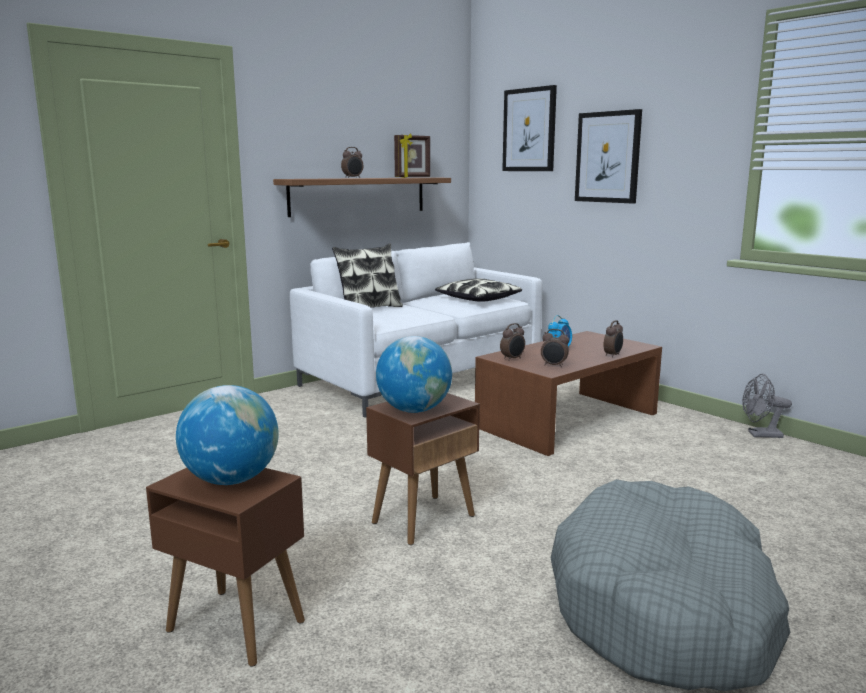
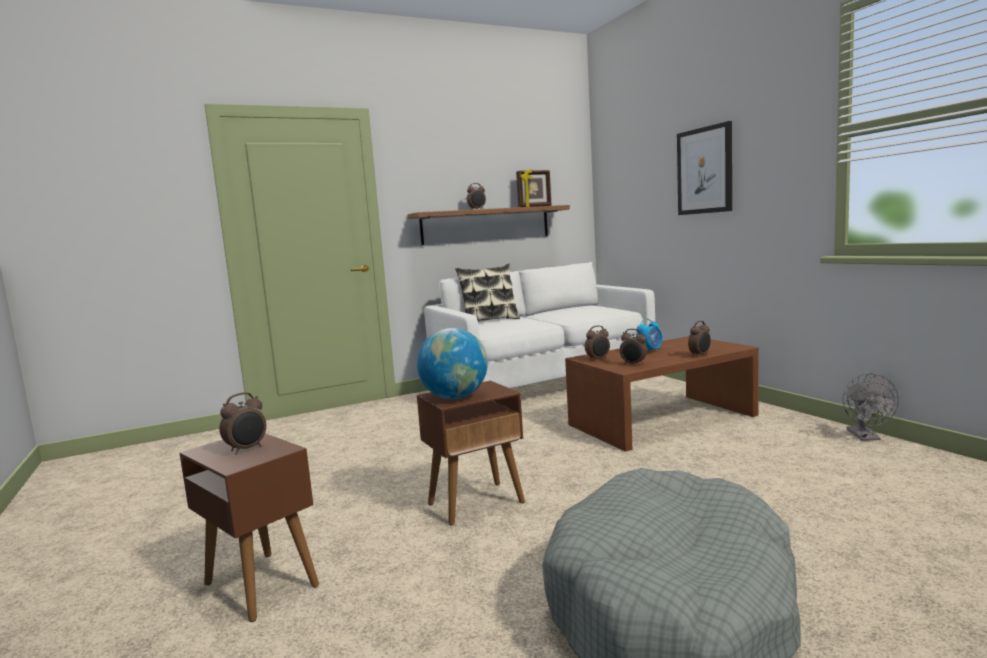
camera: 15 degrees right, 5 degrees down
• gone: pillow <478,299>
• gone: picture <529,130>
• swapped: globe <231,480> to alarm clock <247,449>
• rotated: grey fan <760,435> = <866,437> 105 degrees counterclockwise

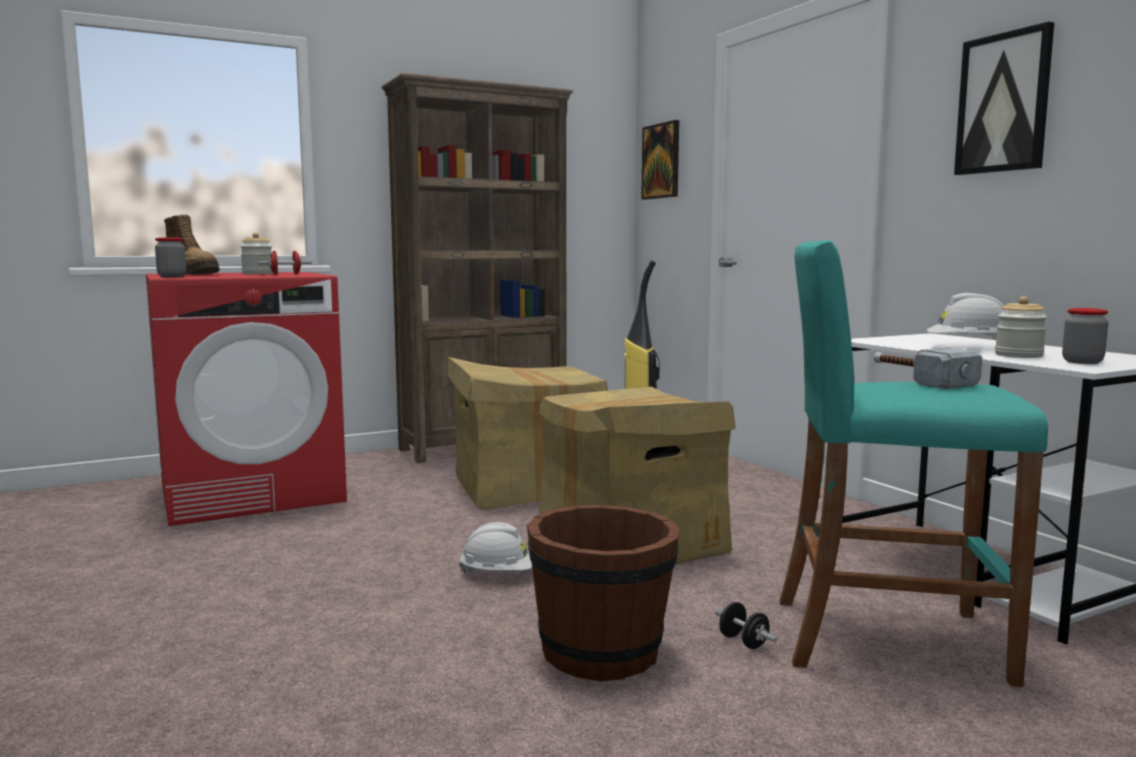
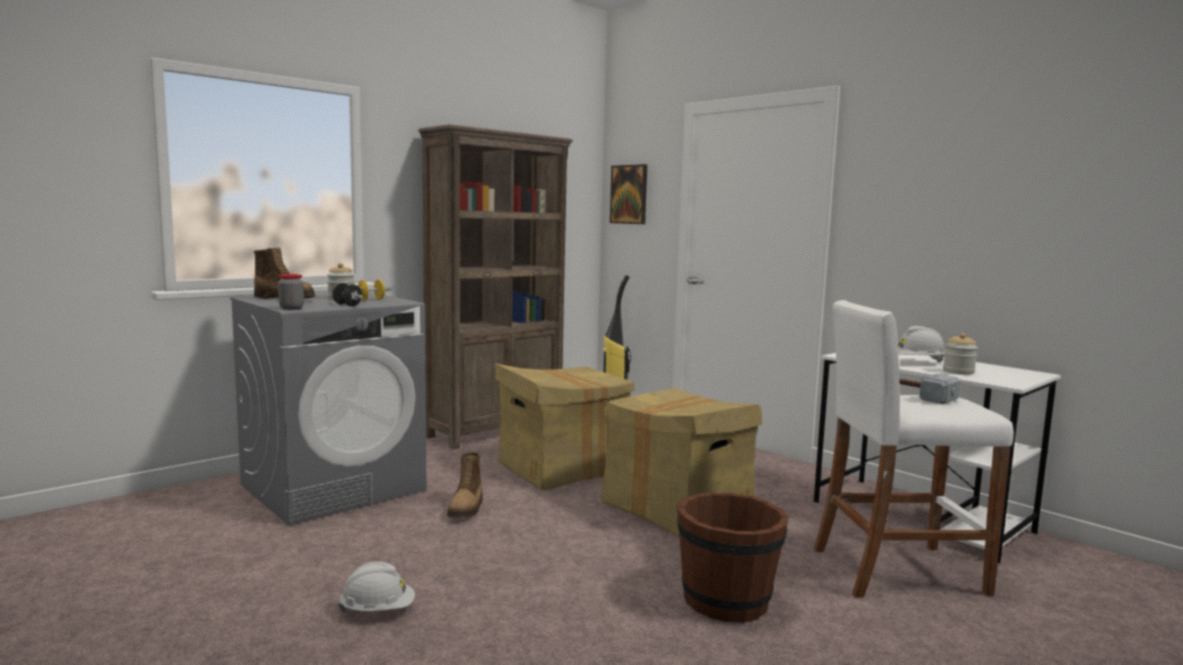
camera: 15 degrees left, 0 degrees up
• gone: picture <1003,103>
• gone: jar <1082,362>
• new: boot <467,509>
• shifted: white hard hat <498,574> to <378,611>
• shifted: black dumbbell <743,642> to <347,305>
• repainted: red washing machine <252,493> to grey washing machine <334,487>
• repainted: red dumbbell <285,274> to yellow dumbbell <371,299>
• repainted: turquoise stool <886,639> to white stool <896,570>

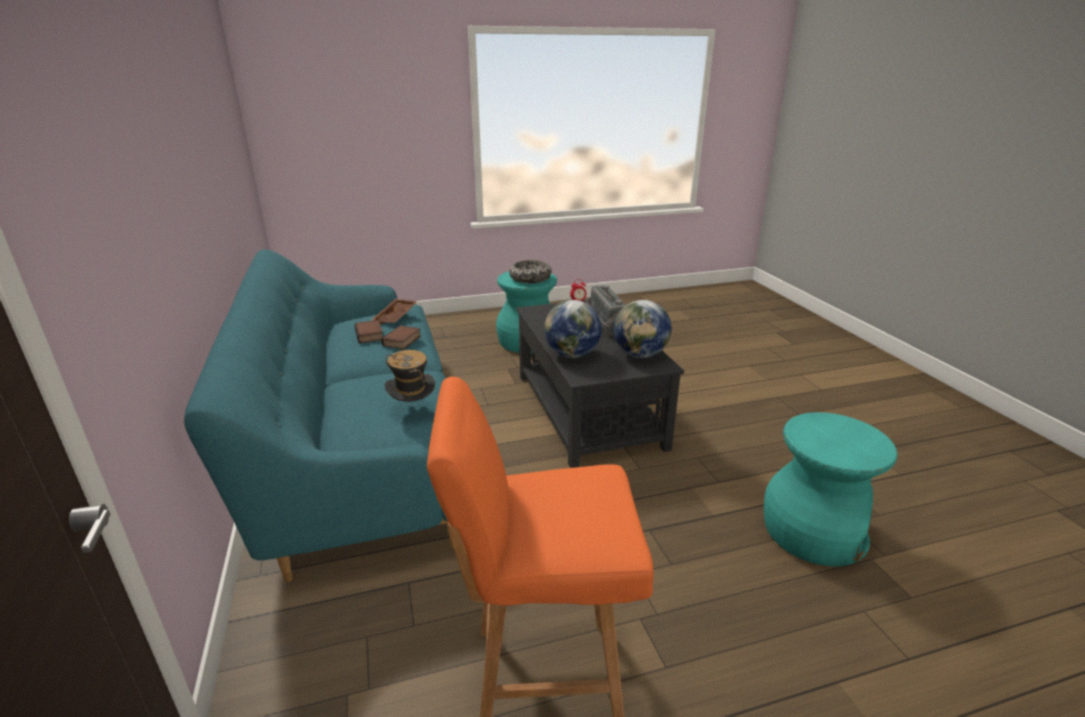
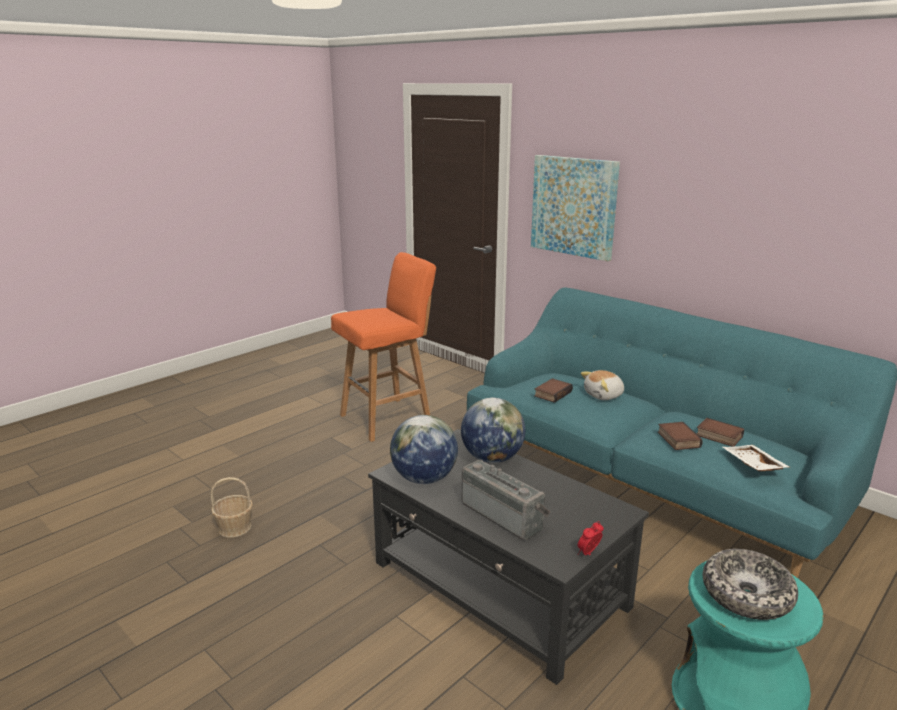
camera: 150 degrees right, 5 degrees down
• new: picture <574,206>
• new: plush toy <604,395>
• swapped: hat <413,410> to book <552,393>
• swapped: turquoise stool <812,531> to basket <235,527>
• repainted: brown tray <396,317> to white tray <752,465>

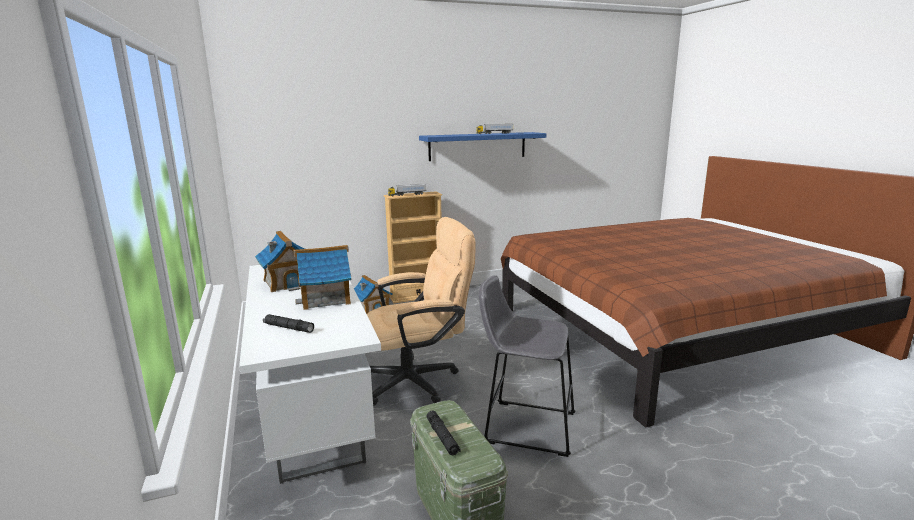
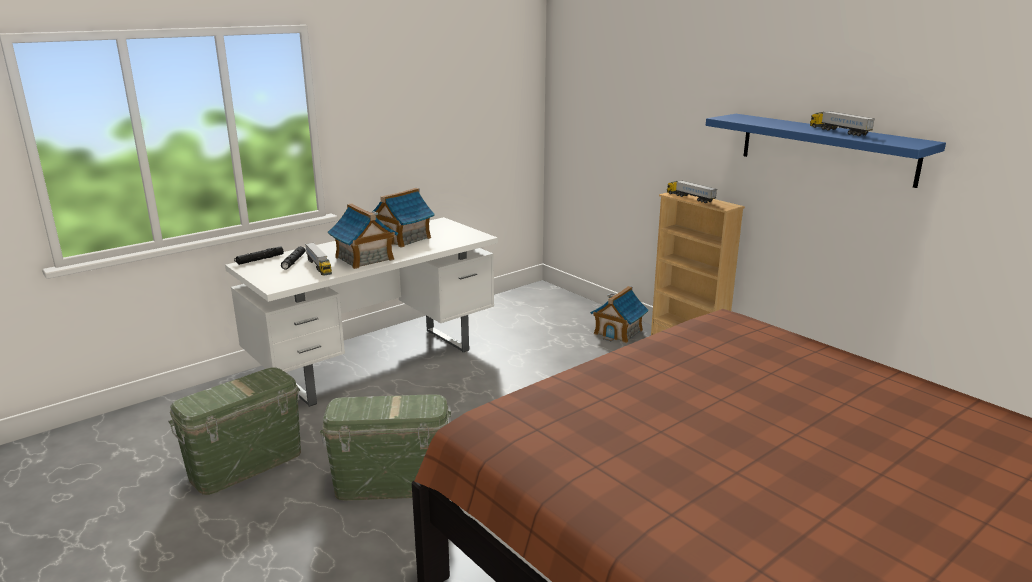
camera: 70 degrees right, 5 degrees up
• gone: beige office chair <419,380>
• new: toy truck <319,266>
• shifted: black flashlight <442,437> to <259,259>
• swapped: grey stool <525,426> to green storage box <392,483>

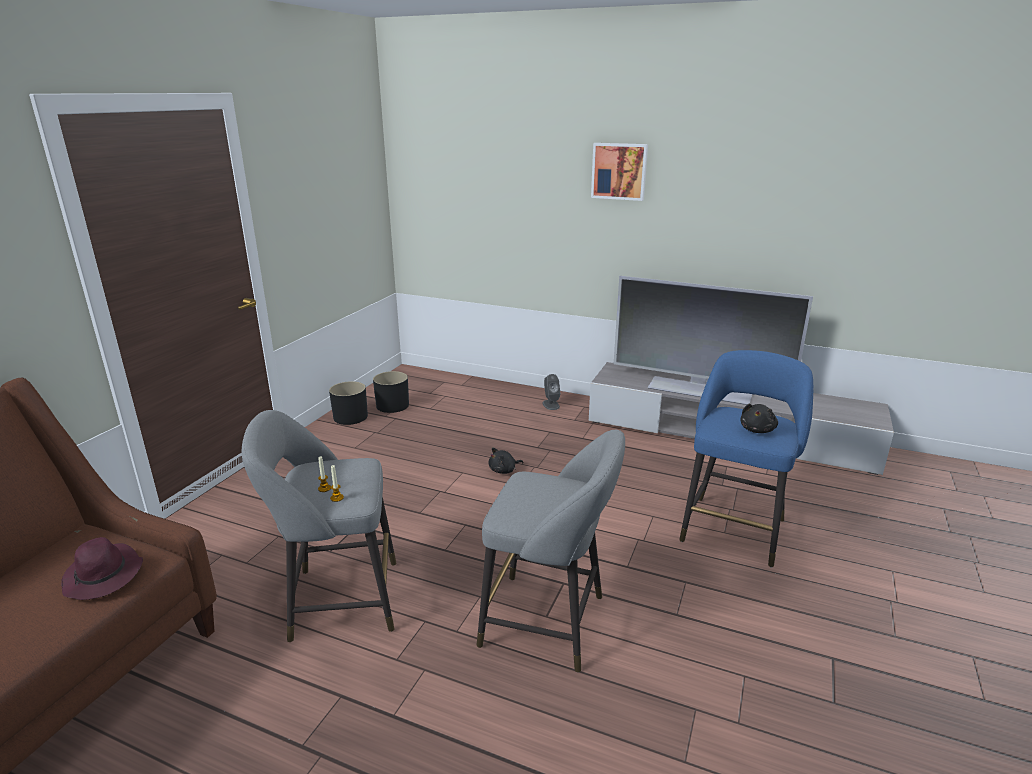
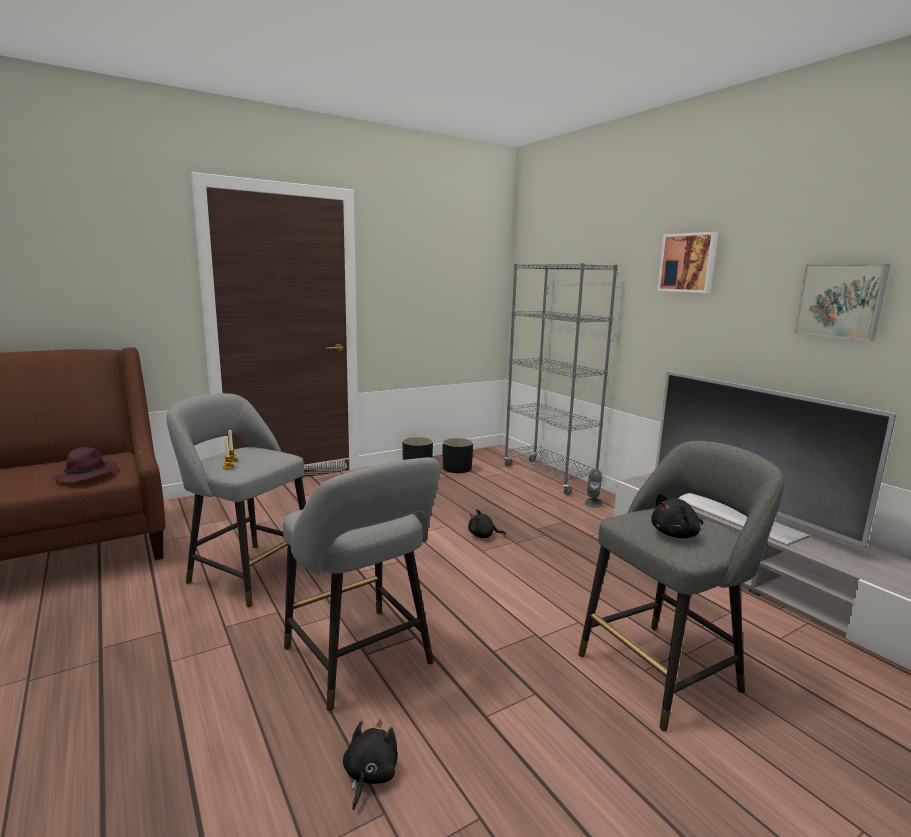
camera: 35 degrees right, 10 degrees down
• new: black plush toy <369,775>
• new: grey bookcase <548,477>
• new: picture <841,301>
• repainted: blue stool <734,526> to grey stool <664,670>

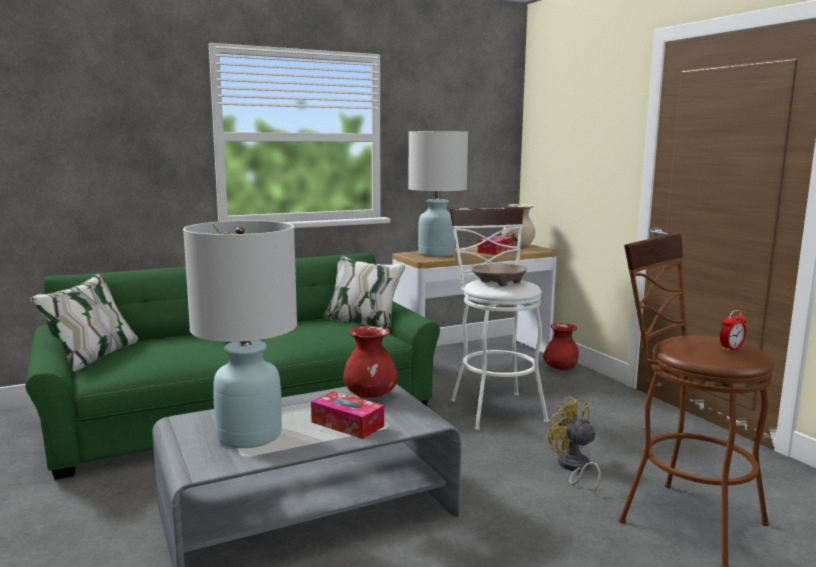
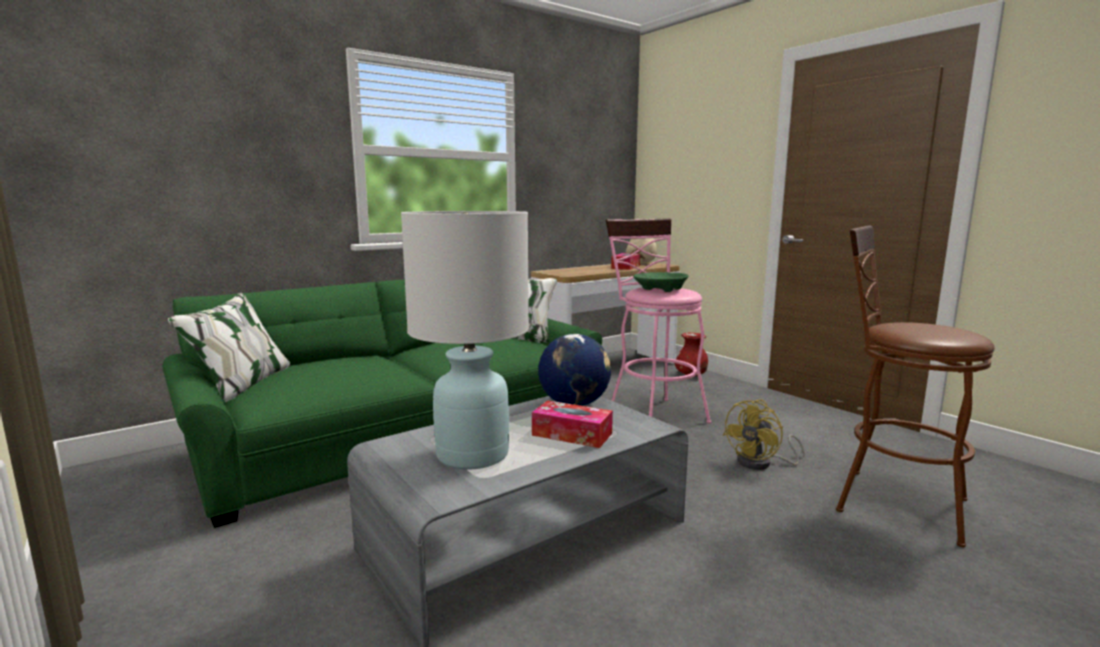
camera: 10 degrees left, 0 degrees up
• gone: white table lamp <436,254>
• gone: alarm clock <731,349>
• swapped: red vase <371,395> to globe <574,404>
• repainted: white stool <494,407> to pink stool <652,413>
• repainted: beige bowl <498,282> to green bowl <660,289>
• rotated: yellow fan <573,468> = <761,463> 90 degrees counterclockwise

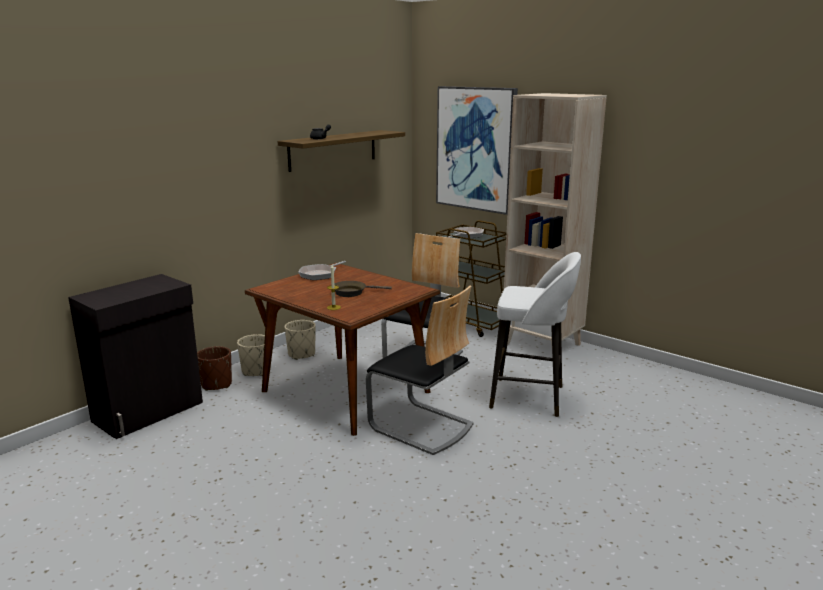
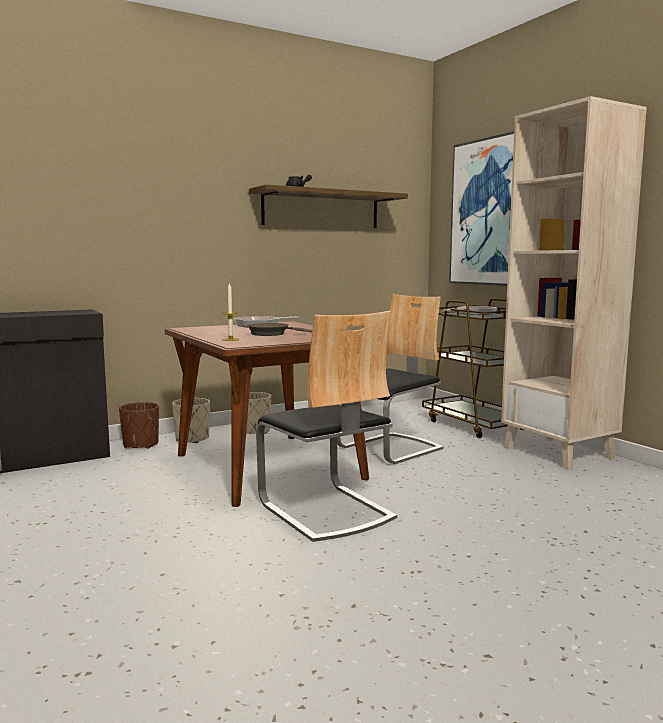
camera: 20 degrees right, 10 degrees down
• gone: white stool <529,397>

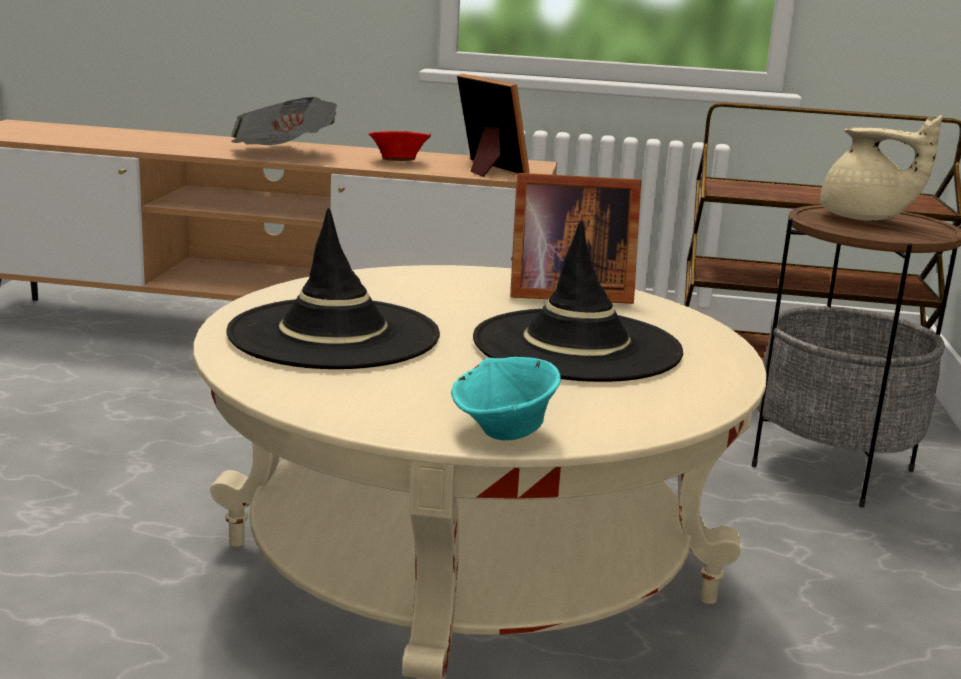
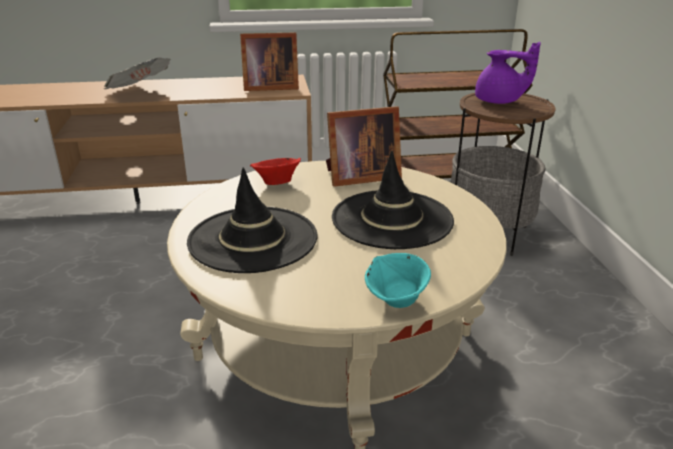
camera: 15 degrees left, 10 degrees up
• shifted: red bowl <397,162> to <276,183>
• repainted: beige teapot <863,218> to purple teapot <499,101>
• rotated: picture frame <486,169> = <268,87> 135 degrees clockwise

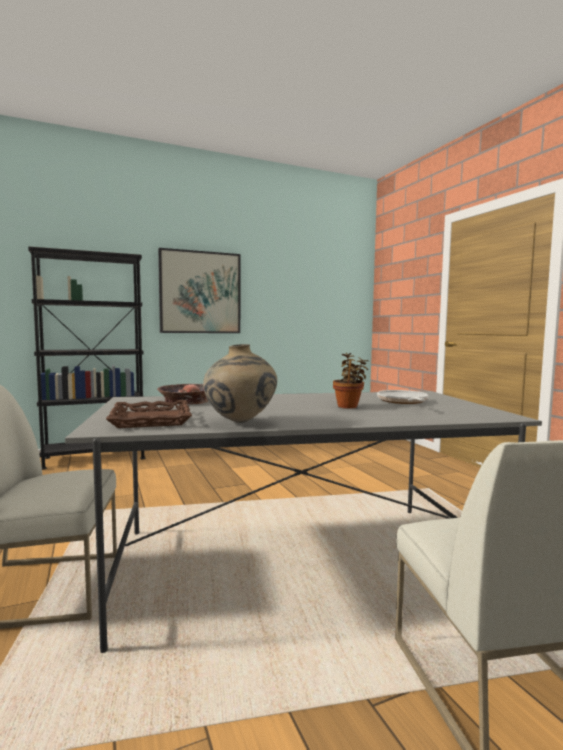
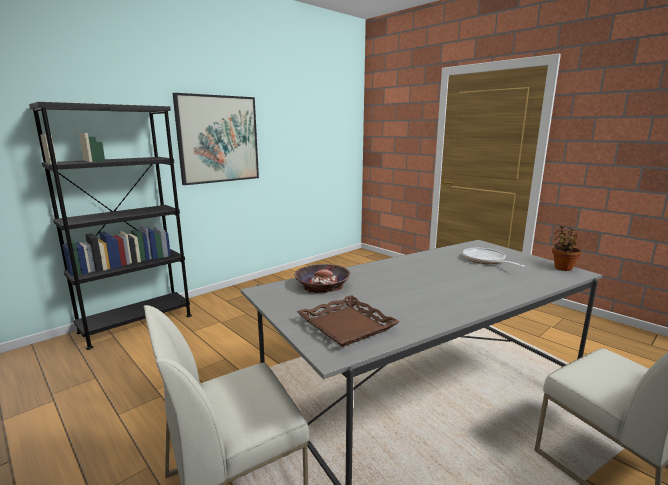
camera: 20 degrees left, 10 degrees up
• gone: beige vase <240,423>
• shifted: potted plant <349,406> to <563,267>

